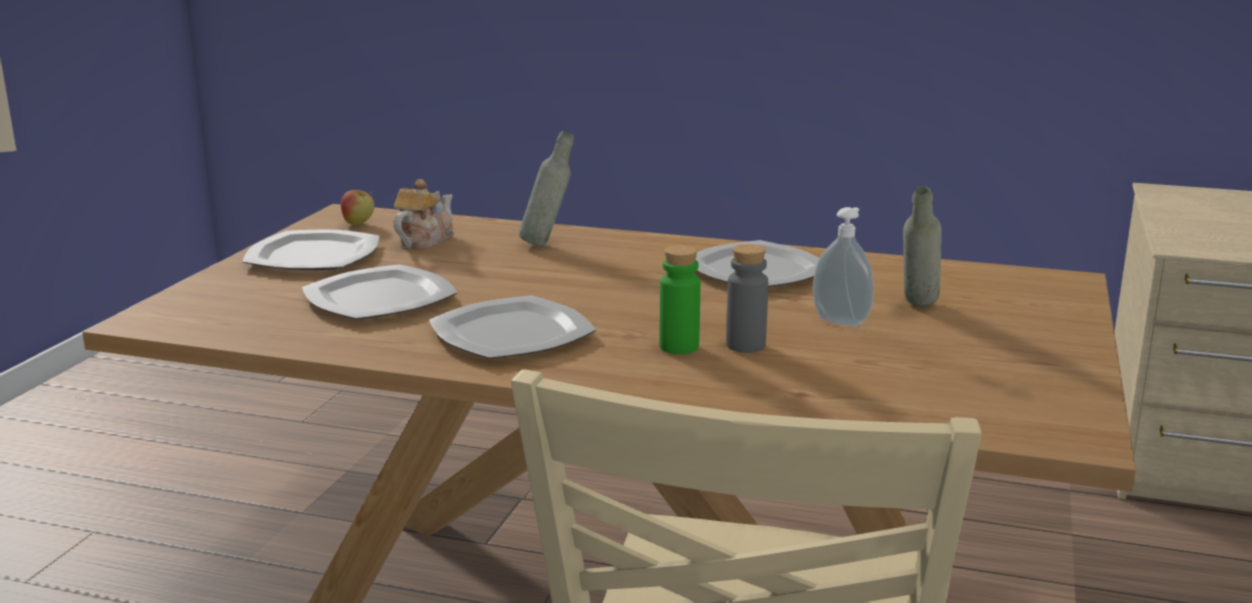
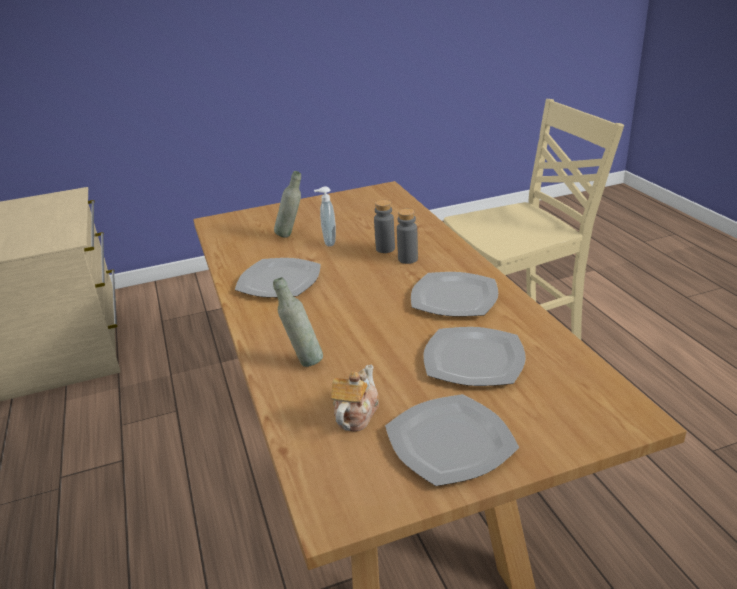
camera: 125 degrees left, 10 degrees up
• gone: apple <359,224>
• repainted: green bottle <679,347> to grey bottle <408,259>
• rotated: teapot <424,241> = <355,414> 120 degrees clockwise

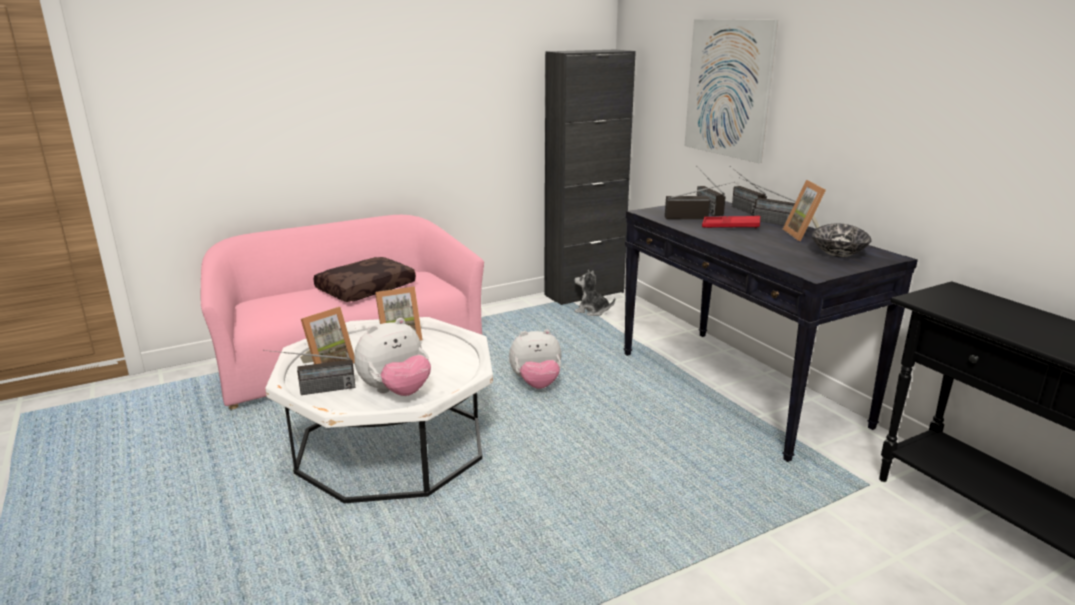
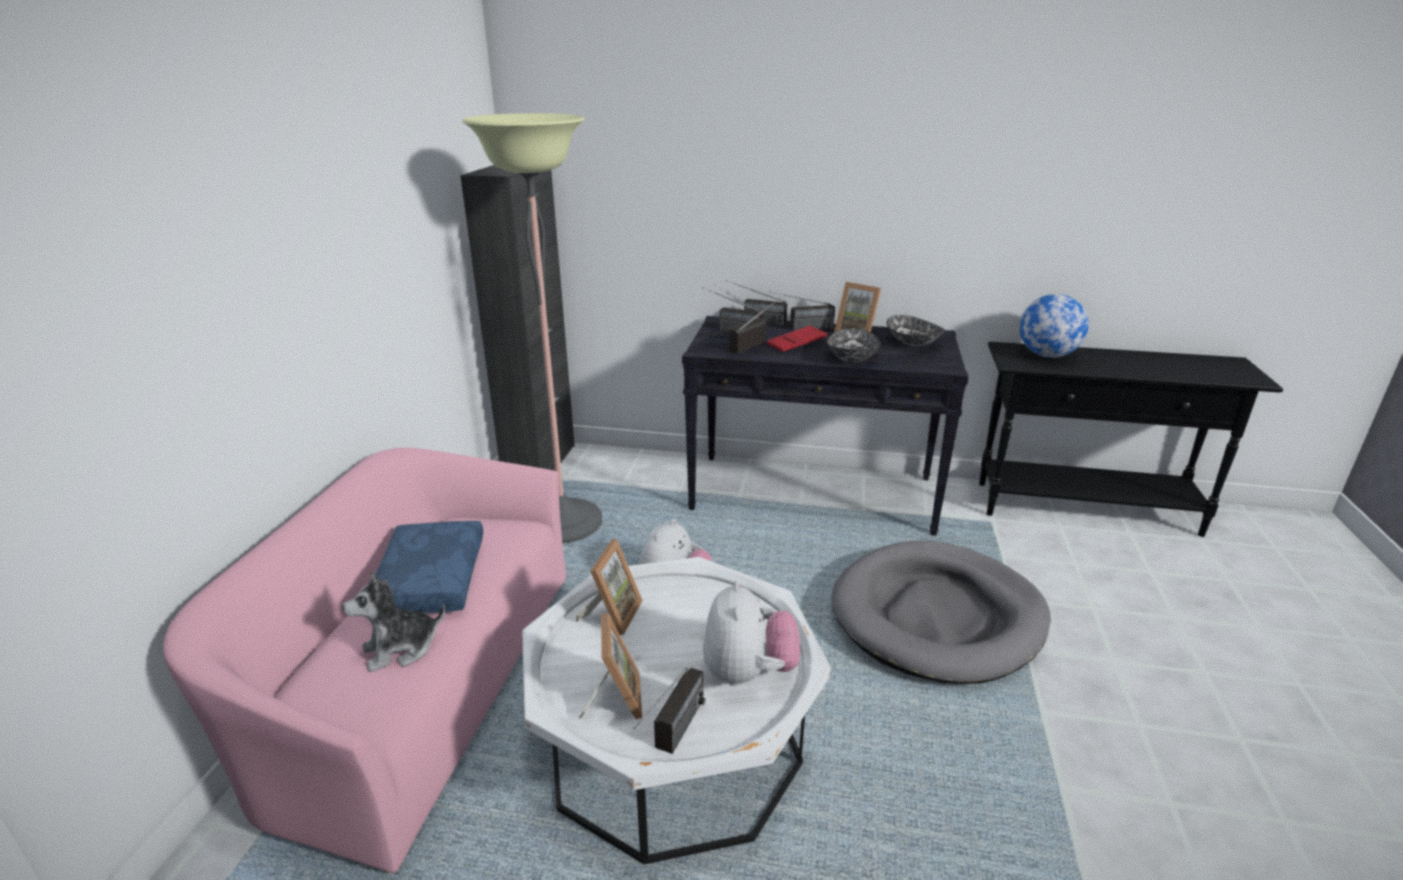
camera: 50 degrees left, 5 degrees up
• gone: picture <728,88>
• new: floor lamp <563,522>
• new: bowl <851,358>
• new: grey dog bed <937,616>
• new: globe <1047,355>
• shifted: plush toy <592,311> to <400,649>
• repainted: brown pillow <366,288> to blue pillow <428,579>

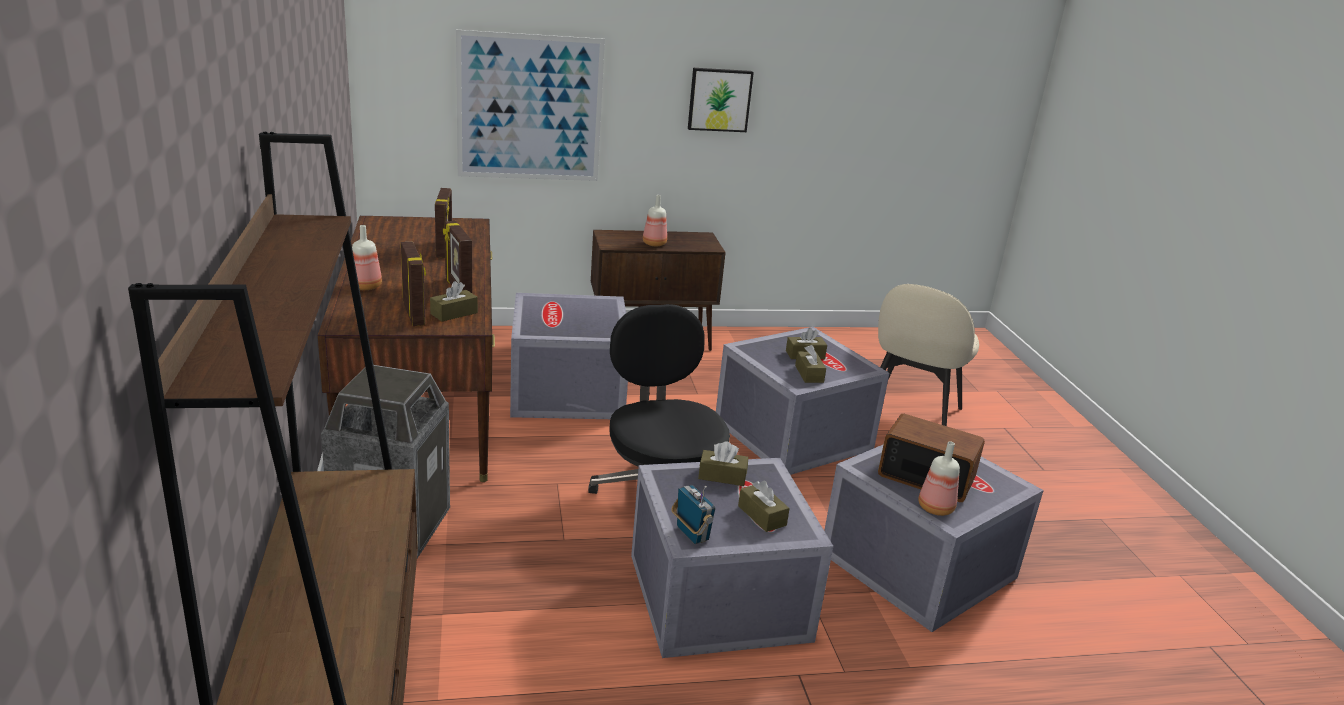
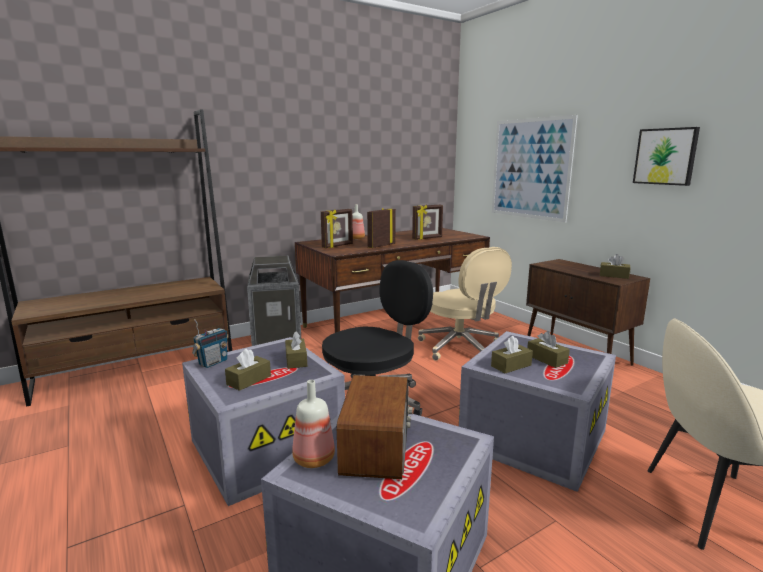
camera: 70 degrees right, 10 degrees down
• gone: bottle <654,244>
• shifted: brown tissue box <454,313> to <614,275>
• swapped: grey storage box <569,392> to beige office chair <460,347>

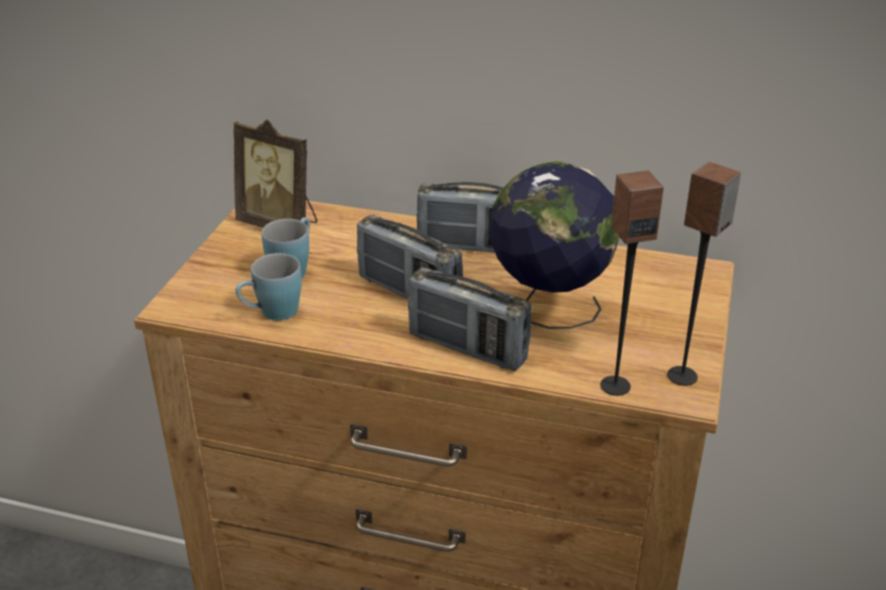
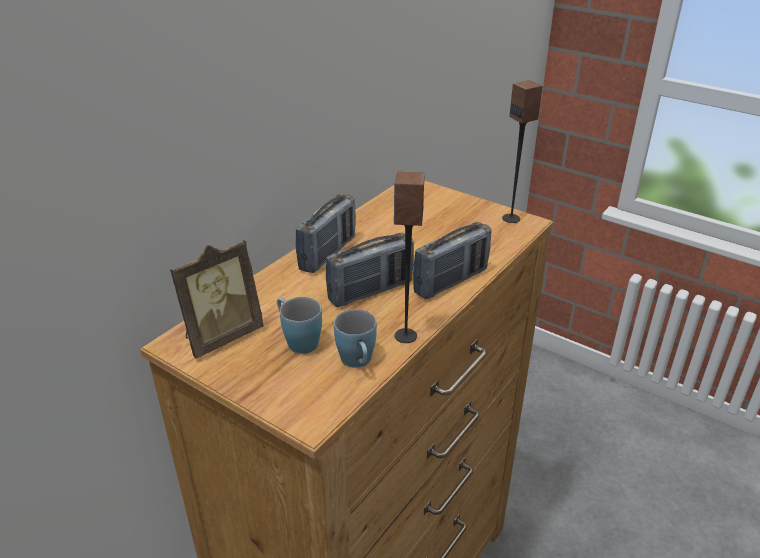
camera: 70 degrees left, 0 degrees up
• gone: globe <548,309>
• shifted: speaker <615,385> to <405,336>

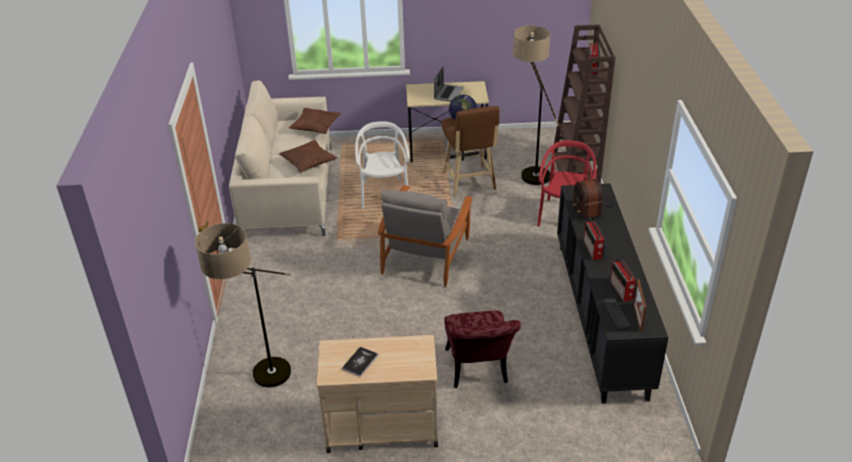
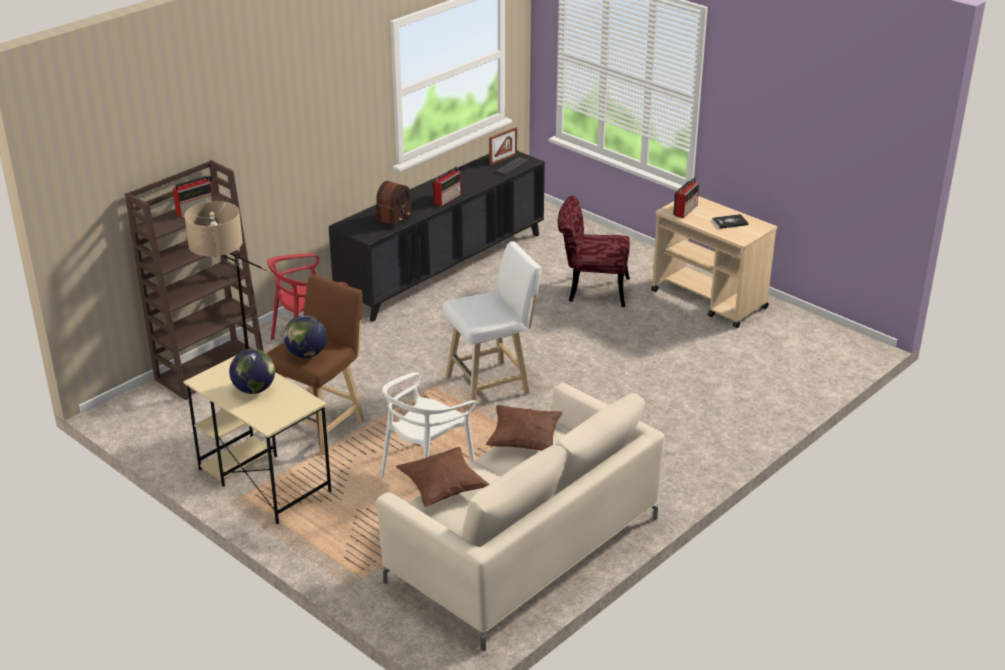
camera: 135 degrees left, 5 degrees down
• gone: floor lamp <261,382>
• shifted: radio <622,290> to <686,210>
• swapped: grey armchair <426,255> to white stool <492,384>
• swapped: laptop <448,93> to globe <254,390>
• rotated: red chair <478,371> = <591,290> 120 degrees counterclockwise

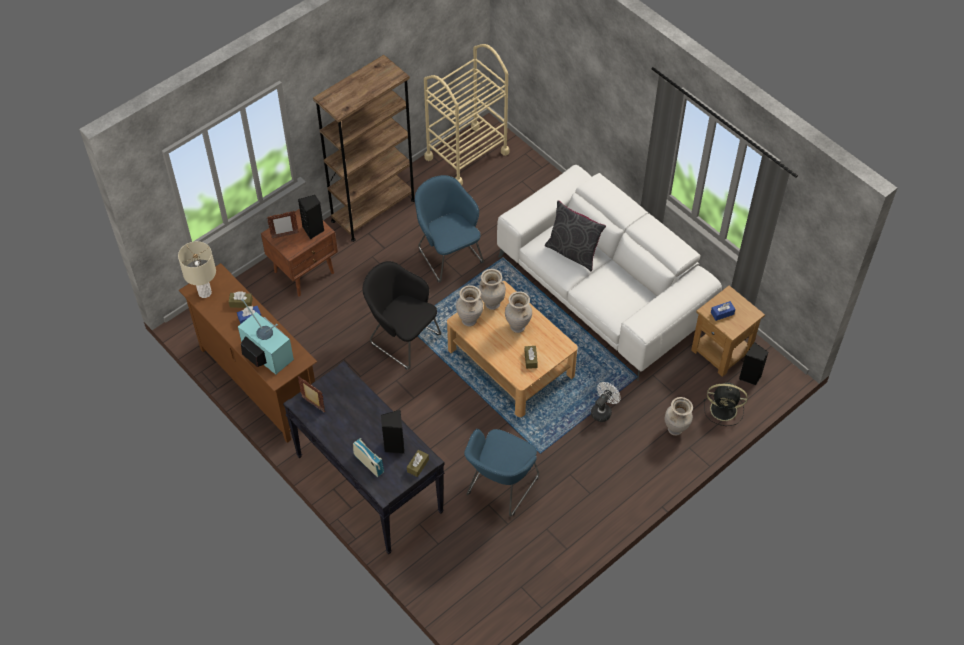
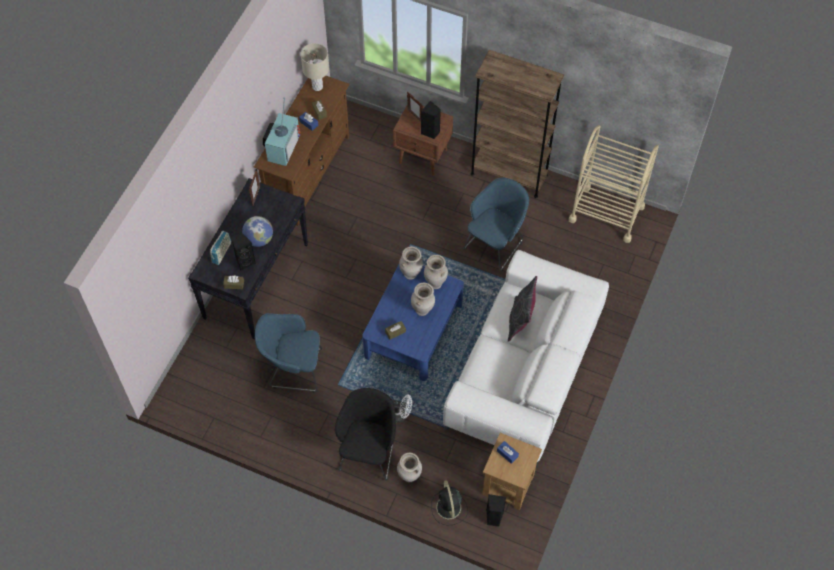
camera: 65 degrees right, 5 degrees up
• new: globe <259,239>
• shifted: black armchair <402,338> to <368,451>
• repainted: beige coffee table <511,362> to blue coffee table <413,330>

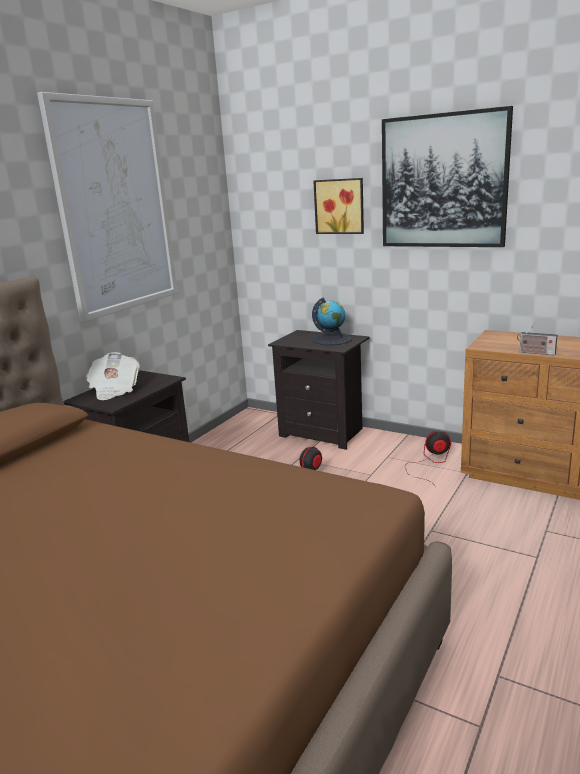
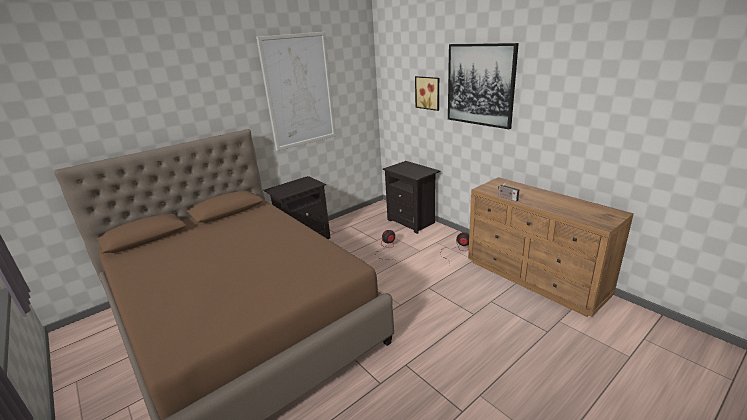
camera: 20 degrees right, 5 degrees up
• gone: newspaper <114,390>
• gone: globe <332,339>

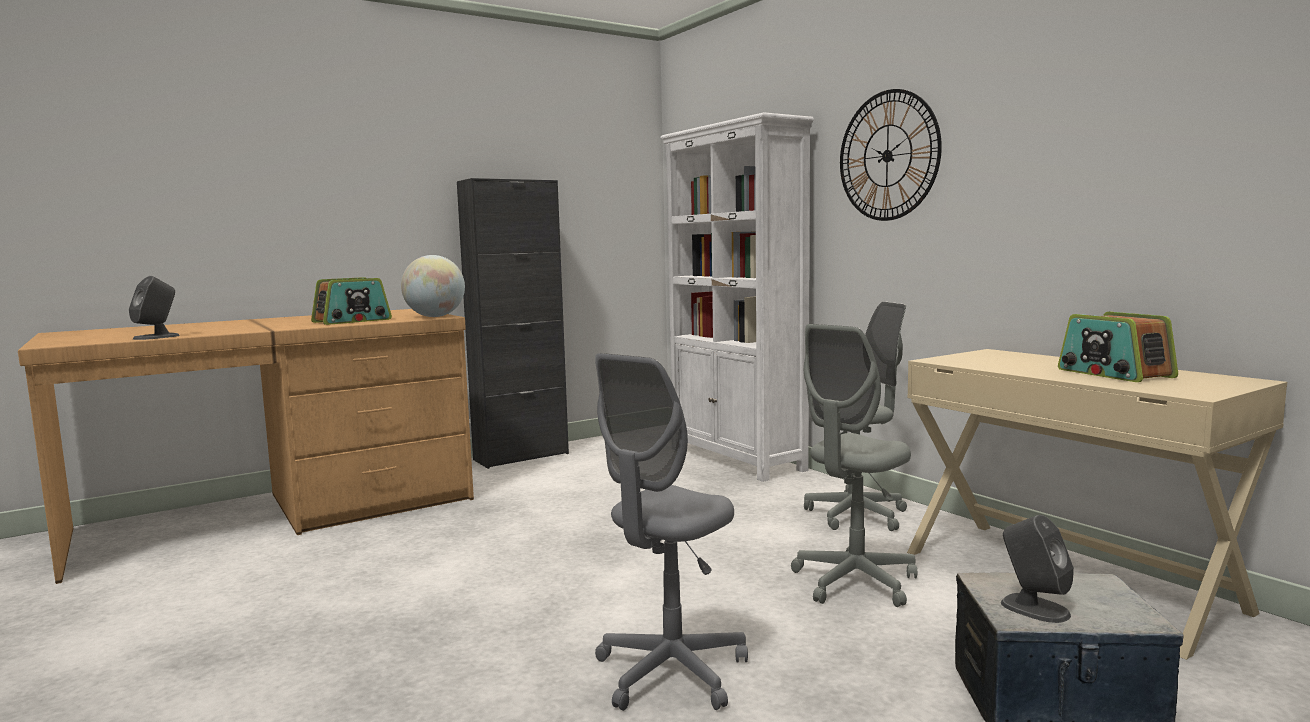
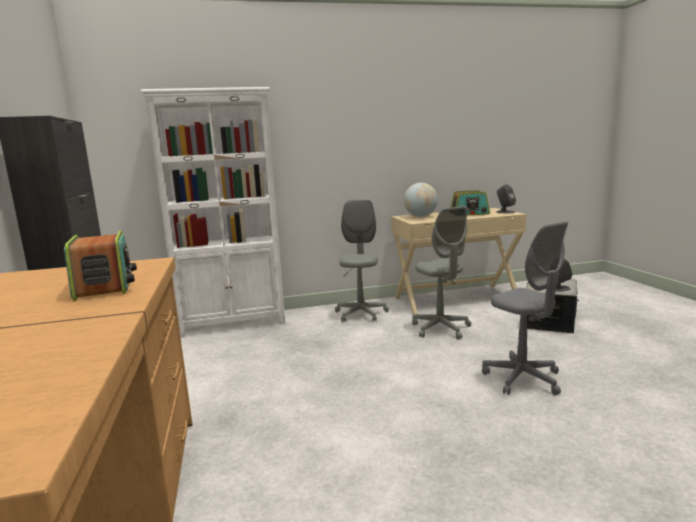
camera: 70 degrees left, 5 degrees up
• gone: wall clock <887,156>
• shifted: grey speaker <157,337> to <505,212>
• shifted: globe <435,317> to <420,216>

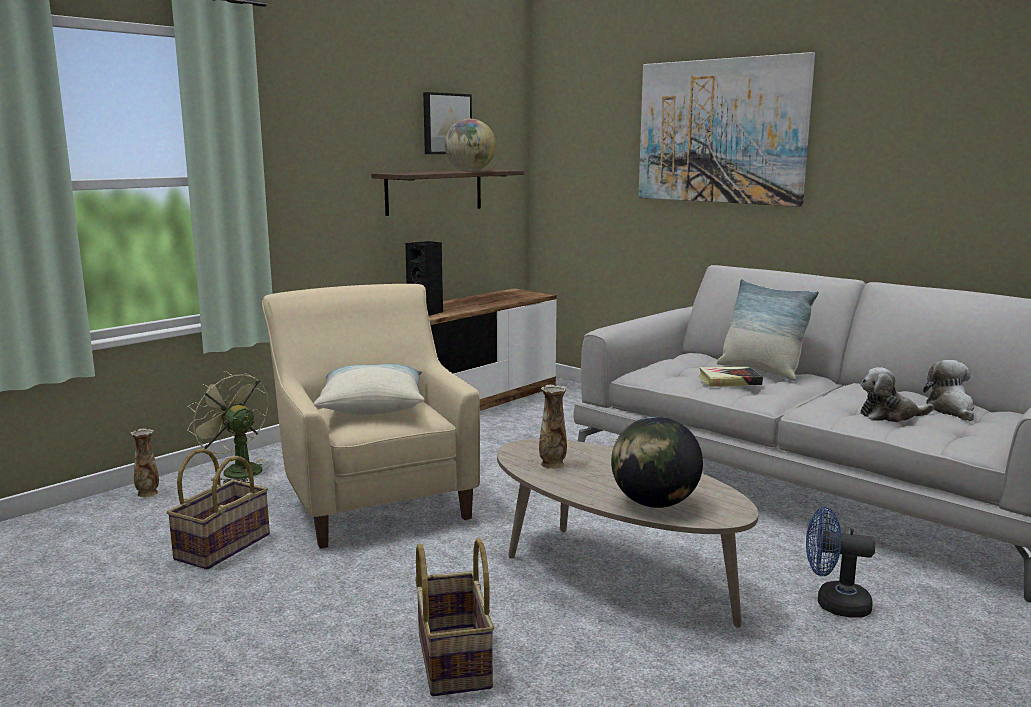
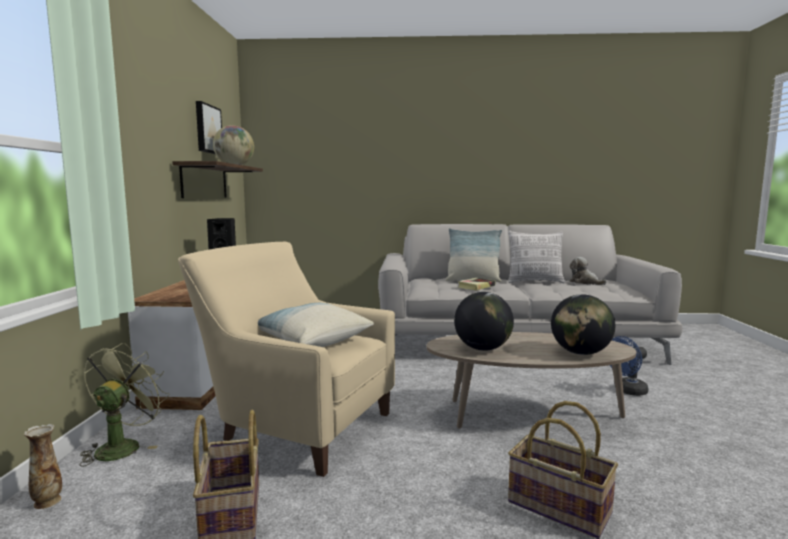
camera: 40 degrees left, 5 degrees down
• gone: picture <720,131>
• gone: plush toy <890,415>
• new: pillow <535,282>
• swapped: vase <552,464> to globe <482,349>
• rotated: green fan <236,470> = <123,446> 105 degrees clockwise

